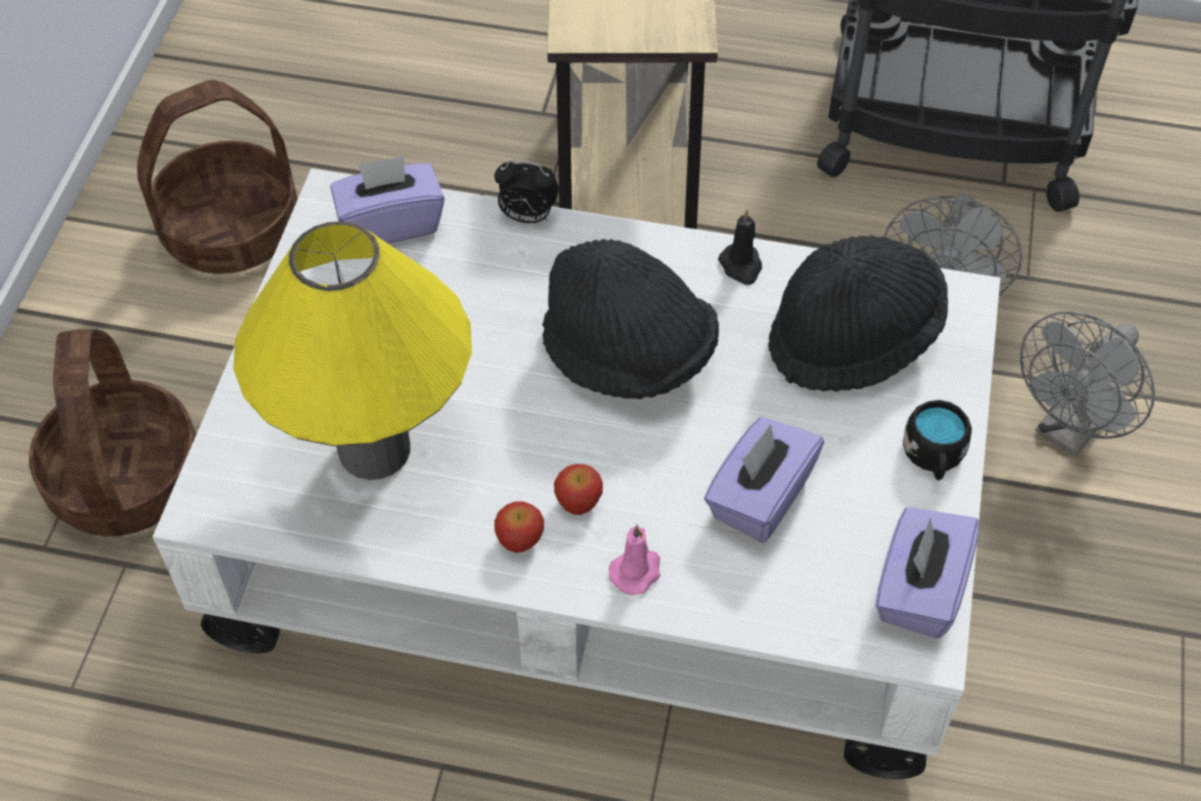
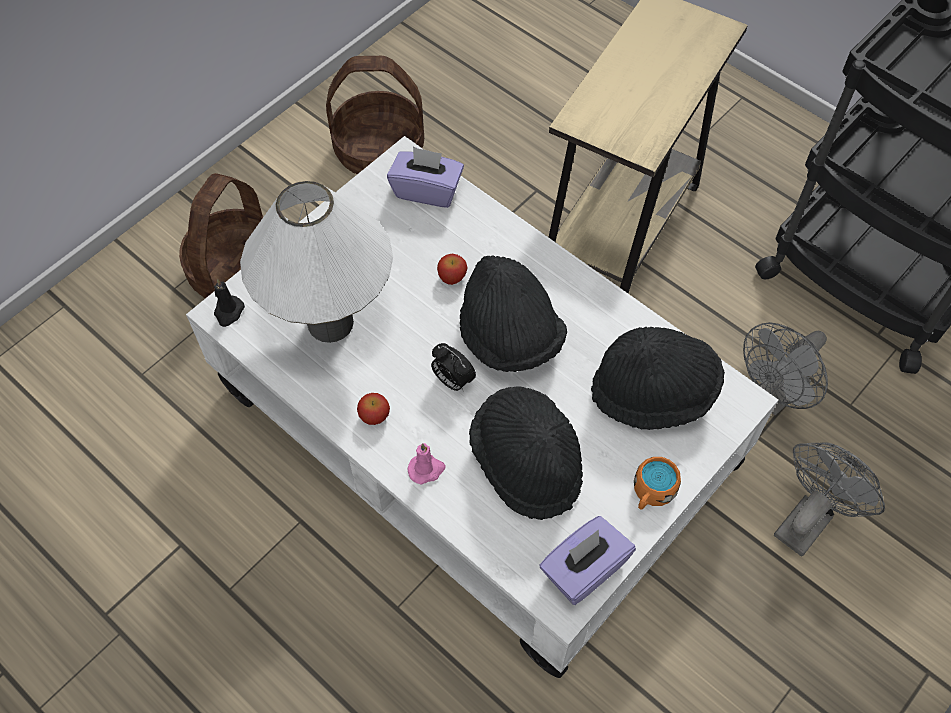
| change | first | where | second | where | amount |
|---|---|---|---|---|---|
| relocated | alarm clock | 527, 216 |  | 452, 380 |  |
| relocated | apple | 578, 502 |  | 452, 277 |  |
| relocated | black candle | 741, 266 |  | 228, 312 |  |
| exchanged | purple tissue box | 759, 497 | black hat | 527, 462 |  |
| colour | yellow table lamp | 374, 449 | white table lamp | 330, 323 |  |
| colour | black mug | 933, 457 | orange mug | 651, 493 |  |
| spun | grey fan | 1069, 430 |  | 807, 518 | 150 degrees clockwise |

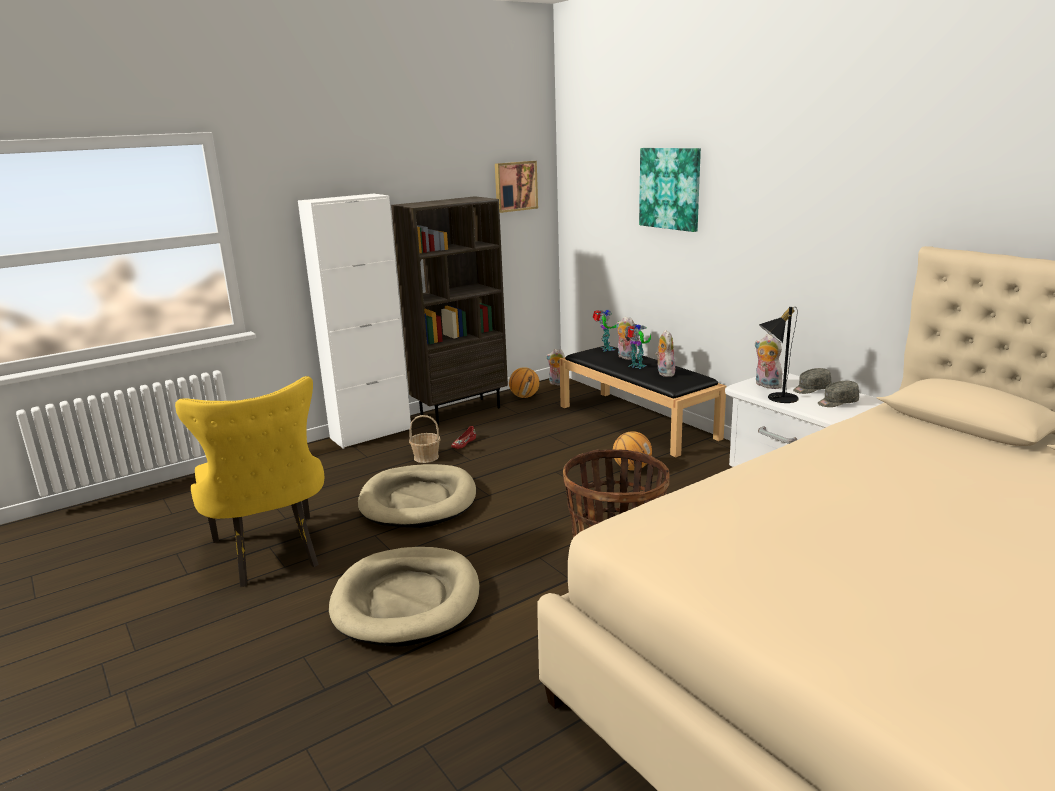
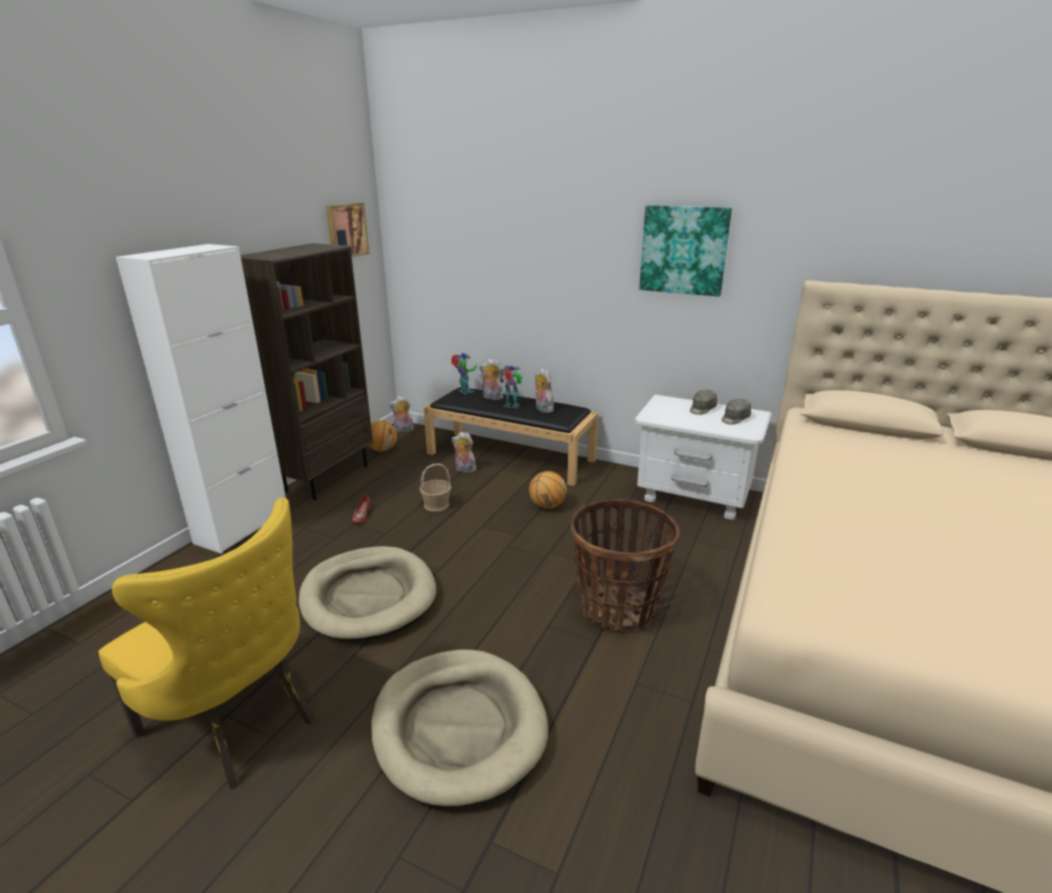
| change | first | where | second | where | amount |
|---|---|---|---|---|---|
| missing | black table lamp | 776, 397 |  |  |  |
| relocated | basket | 426, 457 |  | 436, 505 |  |
| relocated | picture | 670, 188 |  | 684, 250 |  |
| relocated | plush toy | 766, 385 |  | 464, 470 |  |

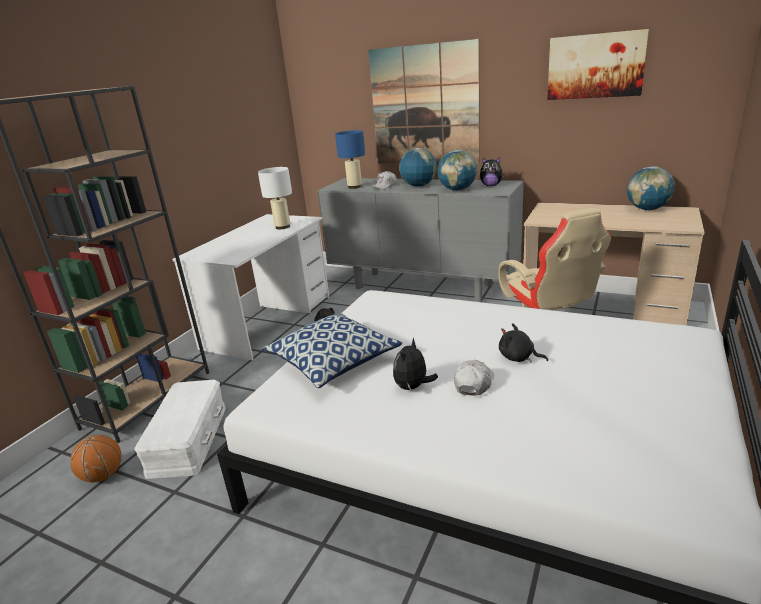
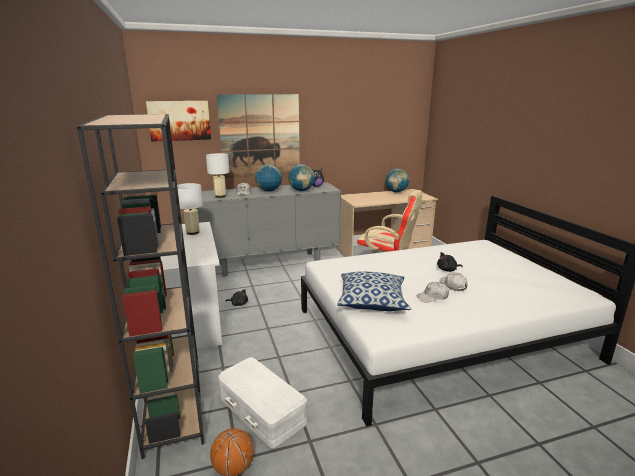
| change | first | where | second | where | amount |
|---|---|---|---|---|---|
| relocated | picture | 595, 66 |  | 179, 120 |  |
| exchanged | plush toy | 413, 387 | white cap | 432, 297 |  |
| colour | blue table lamp | 354, 187 | white table lamp | 220, 196 |  |

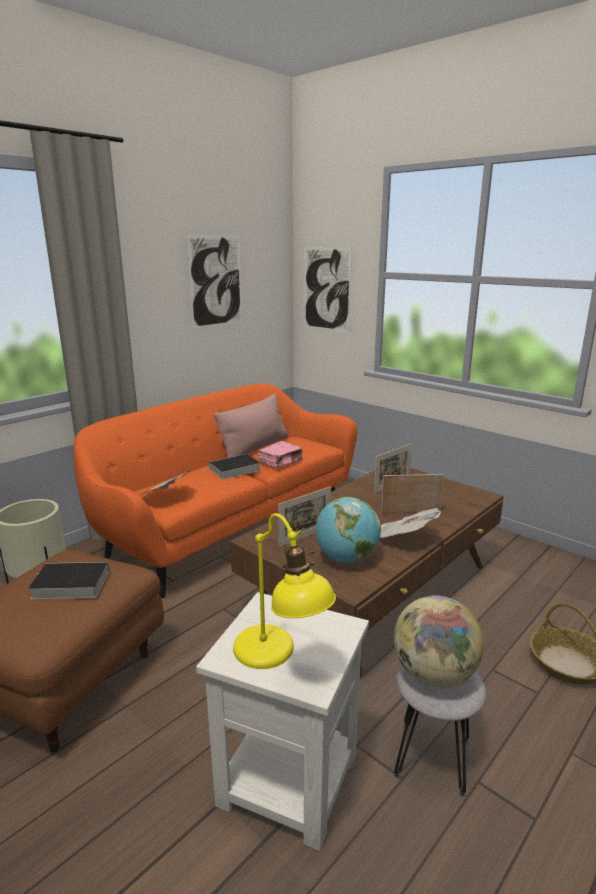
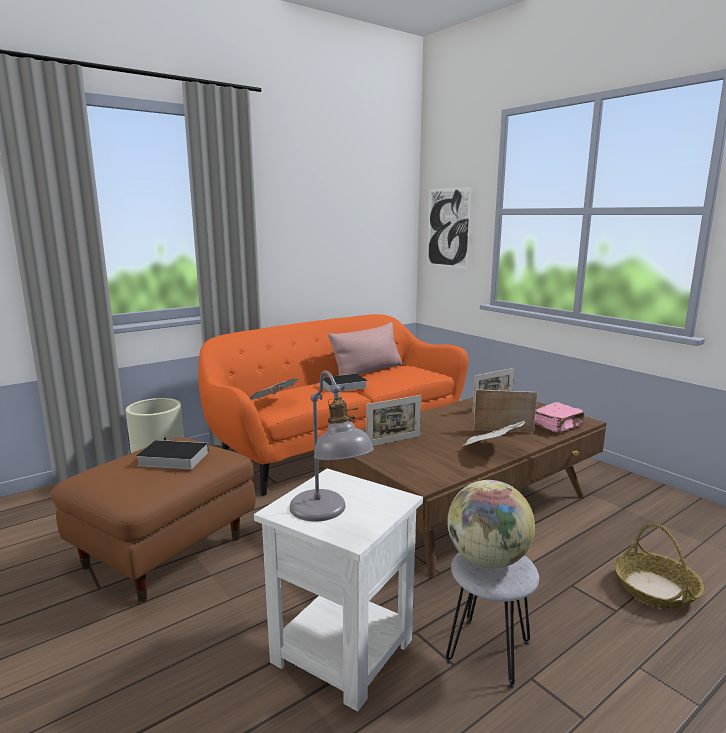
| change | first | where | second | where | amount |
|---|---|---|---|---|---|
| missing | picture | 215, 281 |  |  |  |
| missing | globe | 346, 559 |  |  |  |
| relocated | pink book | 281, 461 |  | 557, 426 |  |
| colour | yellow table lamp | 281, 661 | grey table lamp | 330, 517 |  |

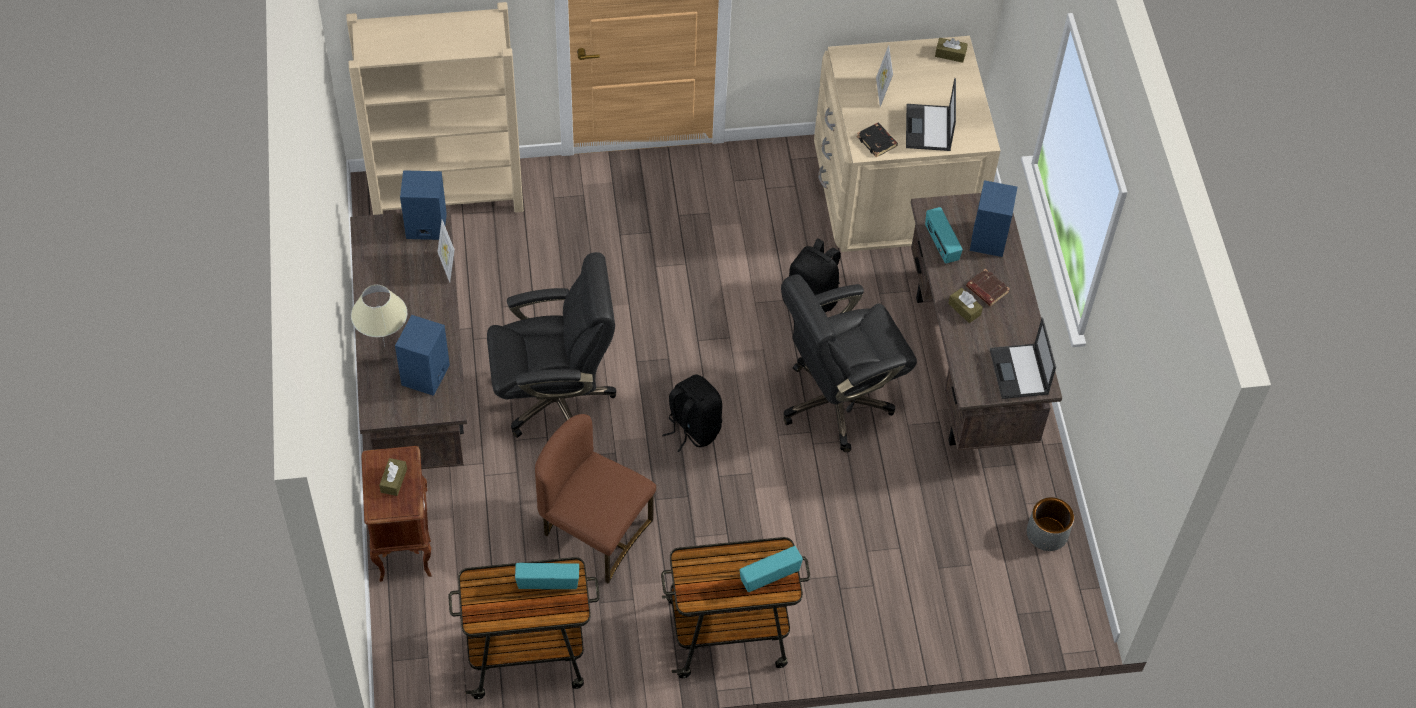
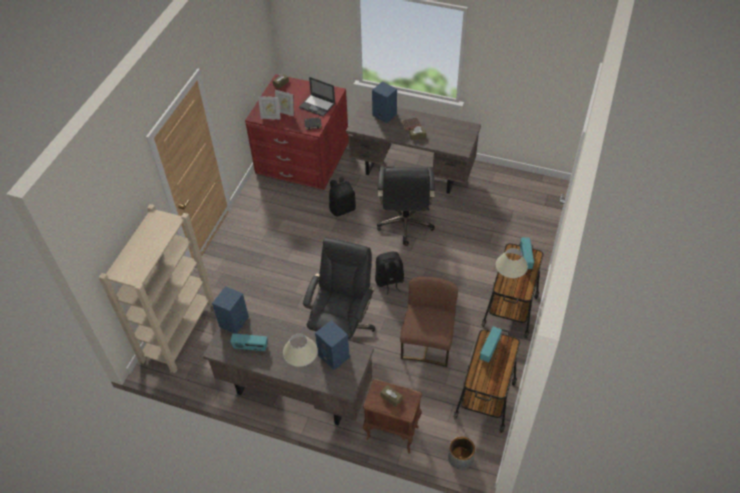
| change | first | where | second | where | amount |
|---|---|---|---|---|---|
| missing | laptop | 1019, 372 |  |  |  |
| appeared |  |  | beige table lamp | 507, 284 |  |
| relocated | picture frame | 447, 266 |  | 270, 117 |  |
| relocated | radio | 941, 245 |  | 250, 347 |  |
| relocated | grey planter | 1047, 534 |  | 460, 458 |  |
| colour | beige dresser | 895, 188 | red dresser | 302, 158 |  |
| spun | brown chair | 595, 532 |  | 427, 343 | 135 degrees clockwise |

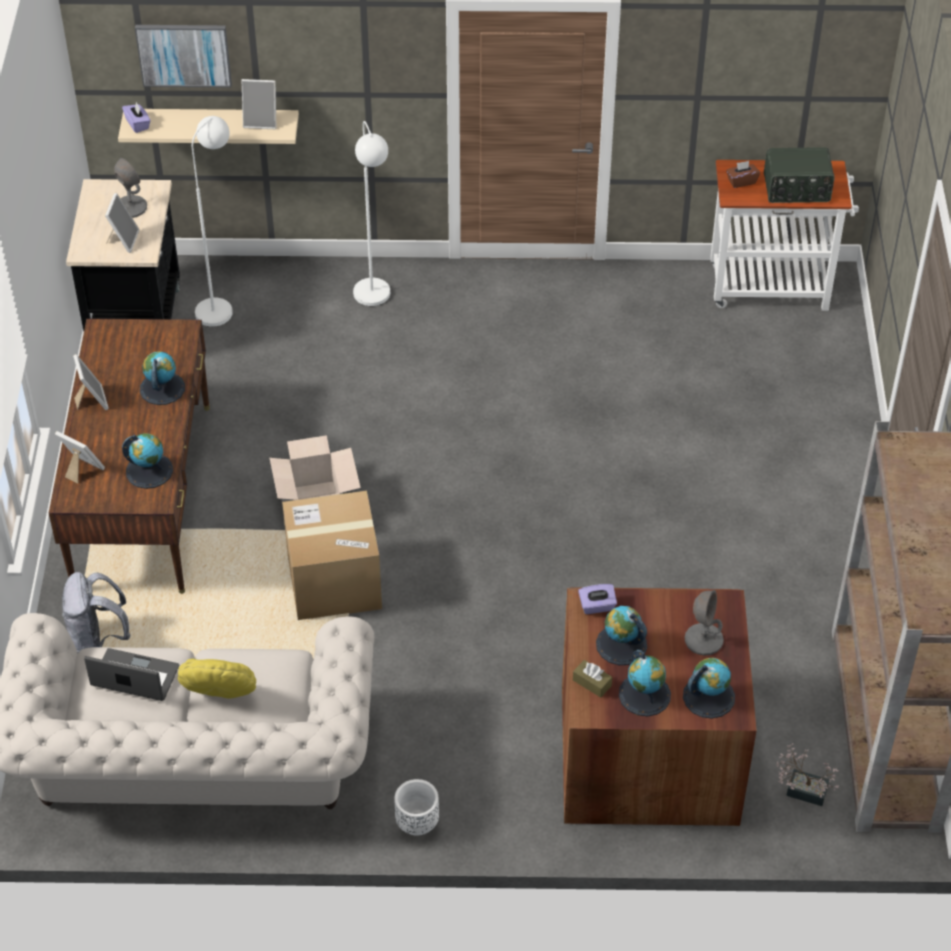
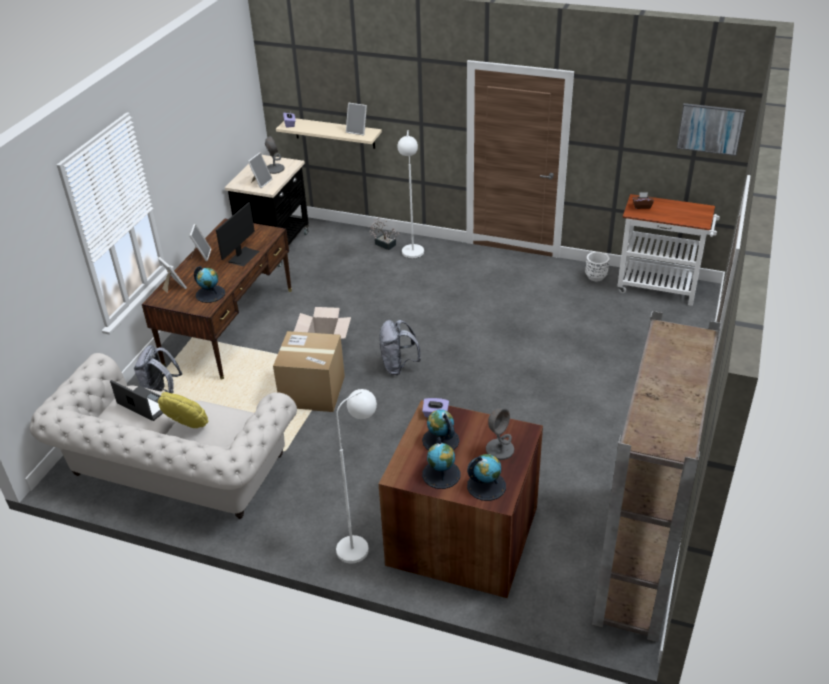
| change | first | where | second | where | amount |
|---|---|---|---|---|---|
| missing | brown tissue box | 592, 683 |  |  |  |
| missing | radio | 796, 189 |  |  |  |
| appeared |  |  | grey backpack | 398, 366 |  |
| relocated | picture | 184, 54 |  | 710, 128 |  |
| relocated | white floor lamp | 221, 306 |  | 360, 545 |  |
| relocated | white planter | 417, 822 |  | 595, 277 |  |
| relocated | potted plant | 802, 789 |  | 383, 243 |  |
| exchanged | globe | 162, 388 | monitor | 243, 256 |  |

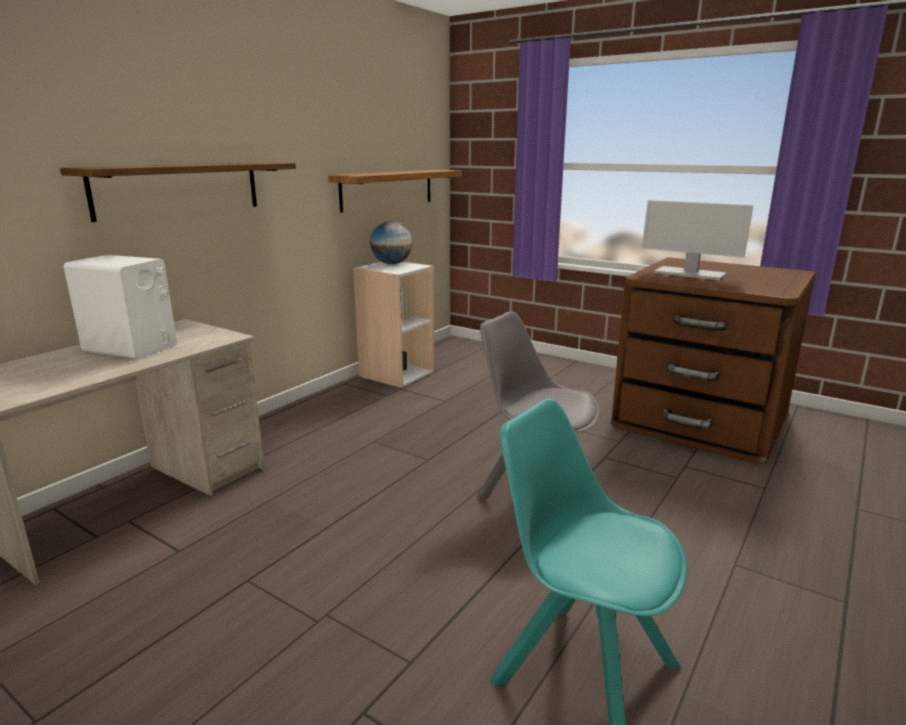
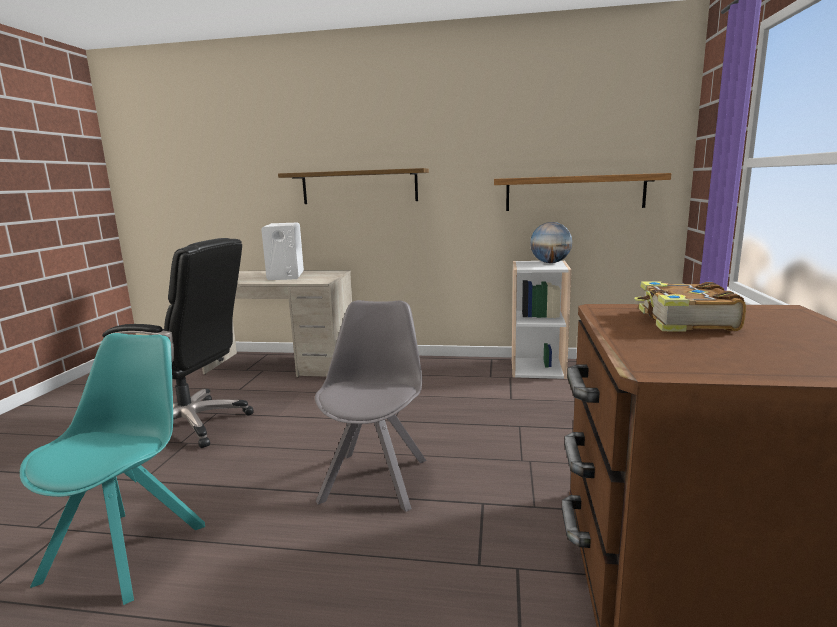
| change | first | where | second | where | amount |
|---|---|---|---|---|---|
| appeared |  |  | black office chair | 190, 424 |  |
| exchanged | monitor | 689, 274 | book | 684, 321 |  |

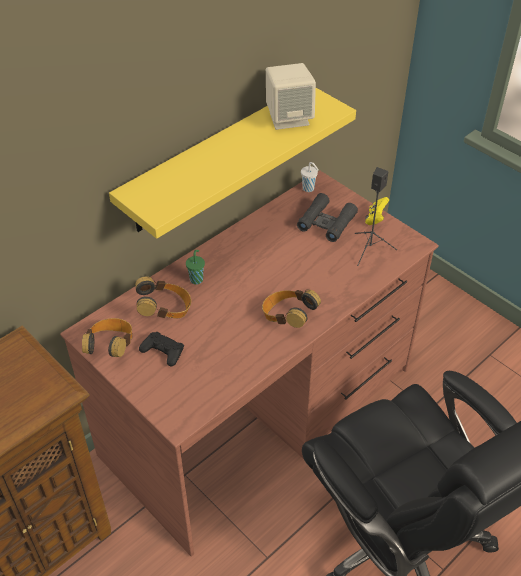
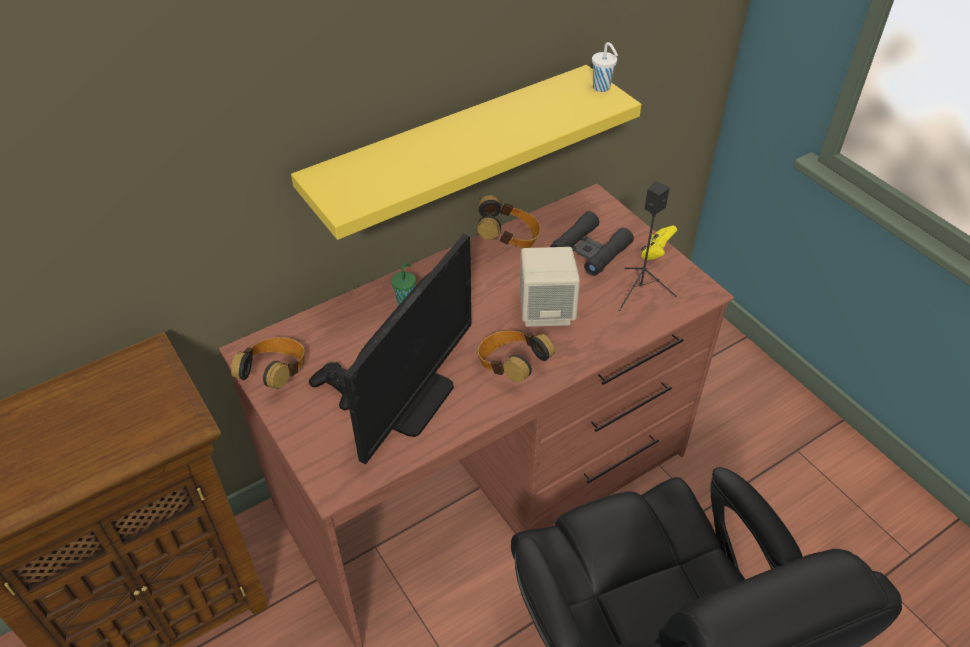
| change | first | where | second | where | amount |
|---|---|---|---|---|---|
| appeared |  |  | monitor | 414, 401 |  |
| relocated | headphones | 165, 310 |  | 509, 239 |  |
| relocated | beige speaker | 289, 118 |  | 546, 311 |  |
| relocated | white cup | 309, 189 |  | 602, 88 |  |

